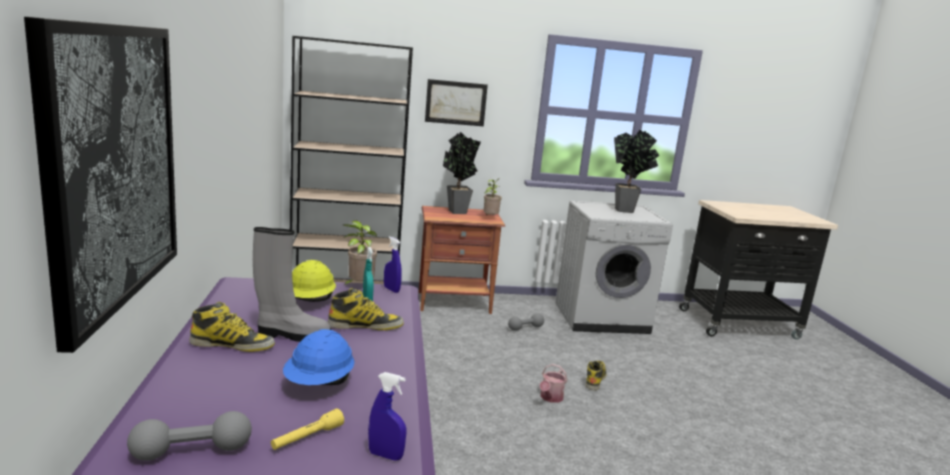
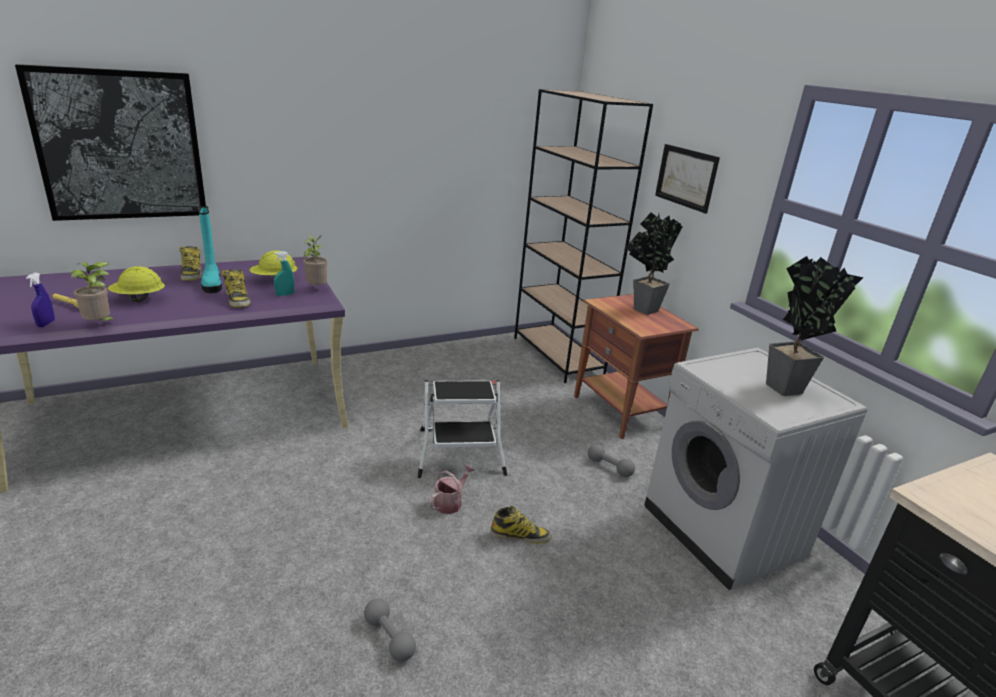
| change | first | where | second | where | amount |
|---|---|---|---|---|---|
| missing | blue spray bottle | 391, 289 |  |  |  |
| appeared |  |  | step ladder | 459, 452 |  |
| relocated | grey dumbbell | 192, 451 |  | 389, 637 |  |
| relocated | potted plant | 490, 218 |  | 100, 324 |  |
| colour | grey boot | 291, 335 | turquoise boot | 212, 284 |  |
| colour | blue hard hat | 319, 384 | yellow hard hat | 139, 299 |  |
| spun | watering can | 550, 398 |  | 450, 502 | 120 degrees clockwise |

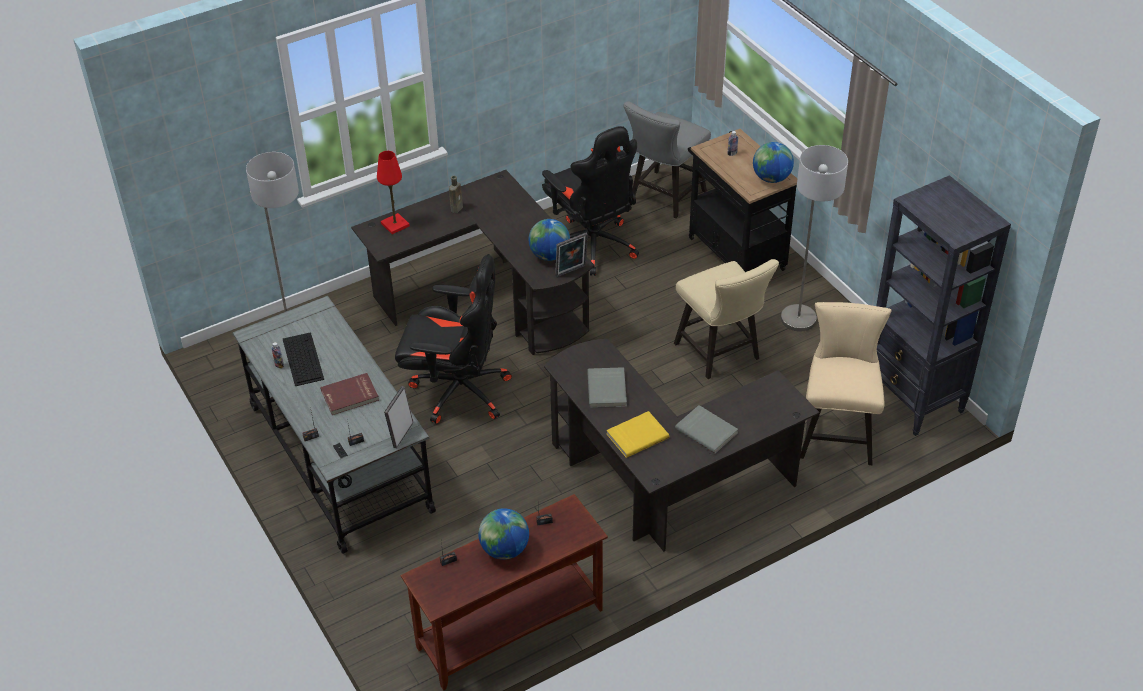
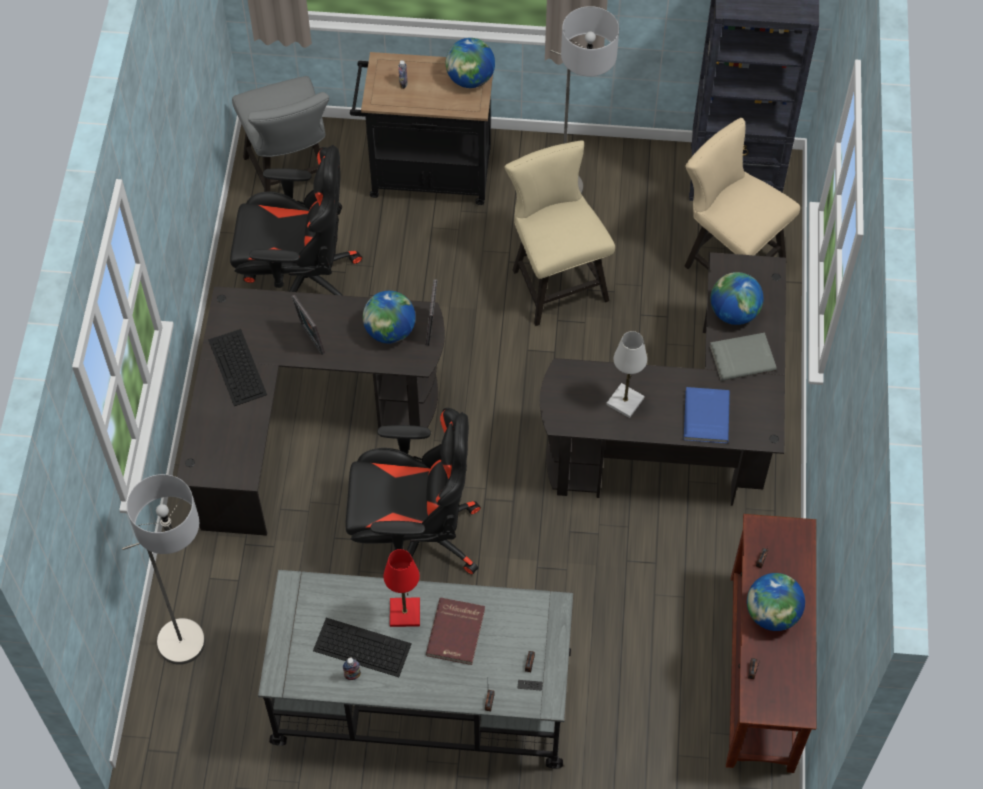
| change | first | where | second | where | amount |
|---|---|---|---|---|---|
| appeared |  |  | globe | 733, 312 |  |
| relocated | red table lamp | 395, 225 |  | 405, 613 |  |
| relocated | picture frame | 401, 434 |  | 310, 340 |  |
| exchanged | brown bottle | 457, 208 | keyboard | 238, 367 |  |
| exchanged | grey book | 608, 389 | white table lamp | 625, 401 |  |
| colour | yellow book | 637, 435 | blue book | 705, 416 |  |
| spun | black office chair | 453, 391 |  | 412, 537 | 45 degrees clockwise |
| spun | beige chair | 721, 354 |  | 555, 280 | 120 degrees counterclockwise |

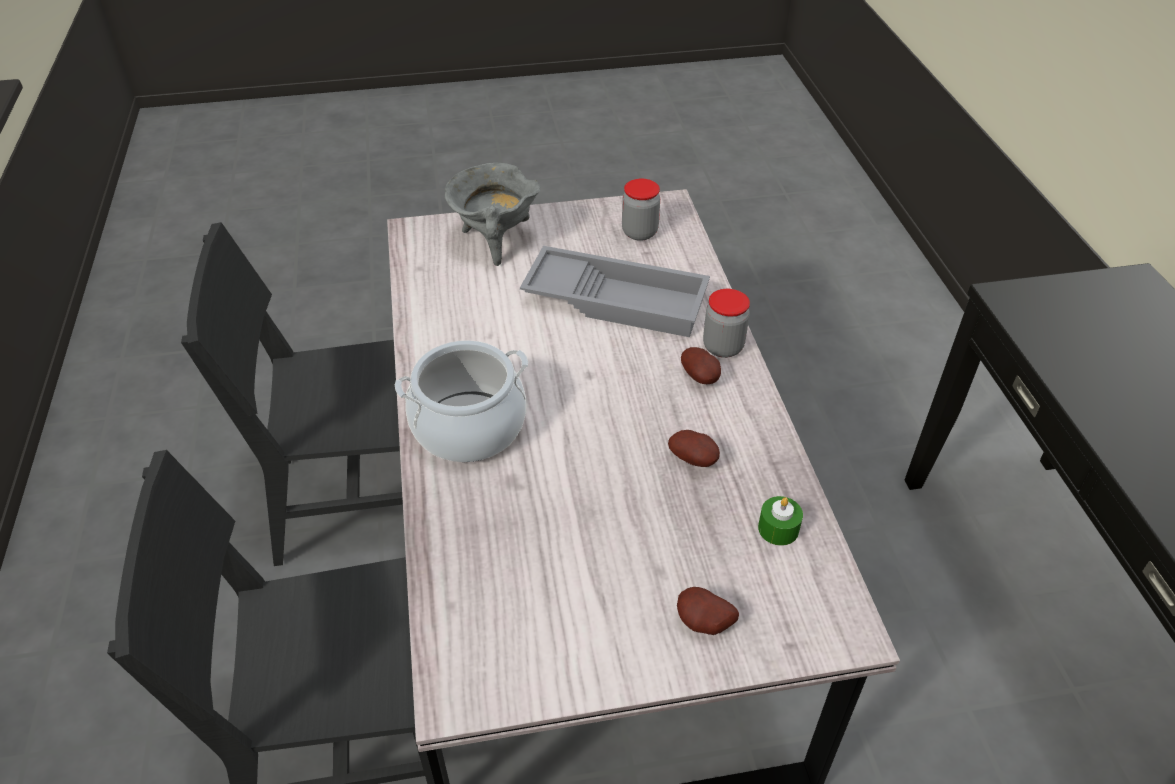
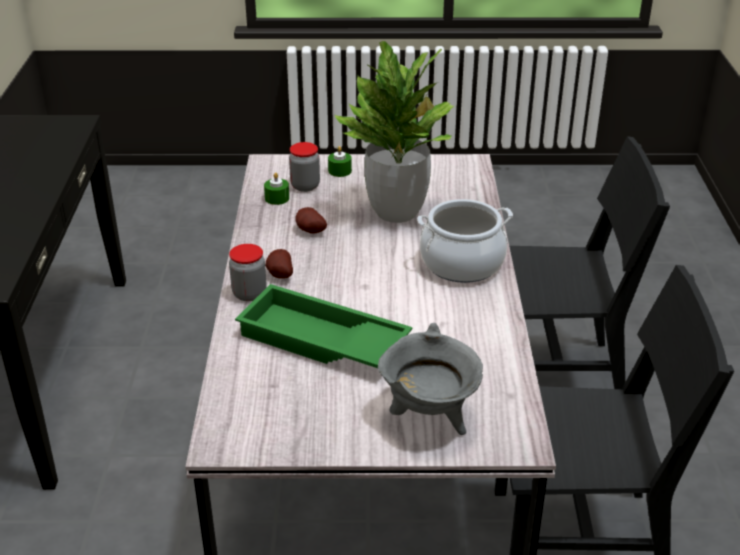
| change | first | where | second | where | amount |
|---|---|---|---|---|---|
| appeared |  |  | potted plant | 397, 212 |  |
| relocated | jar | 639, 232 |  | 305, 186 |  |
| exchanged | potato | 703, 625 | green candle | 340, 171 |  |
| colour | grey tray | 617, 299 | green tray | 320, 341 |  |

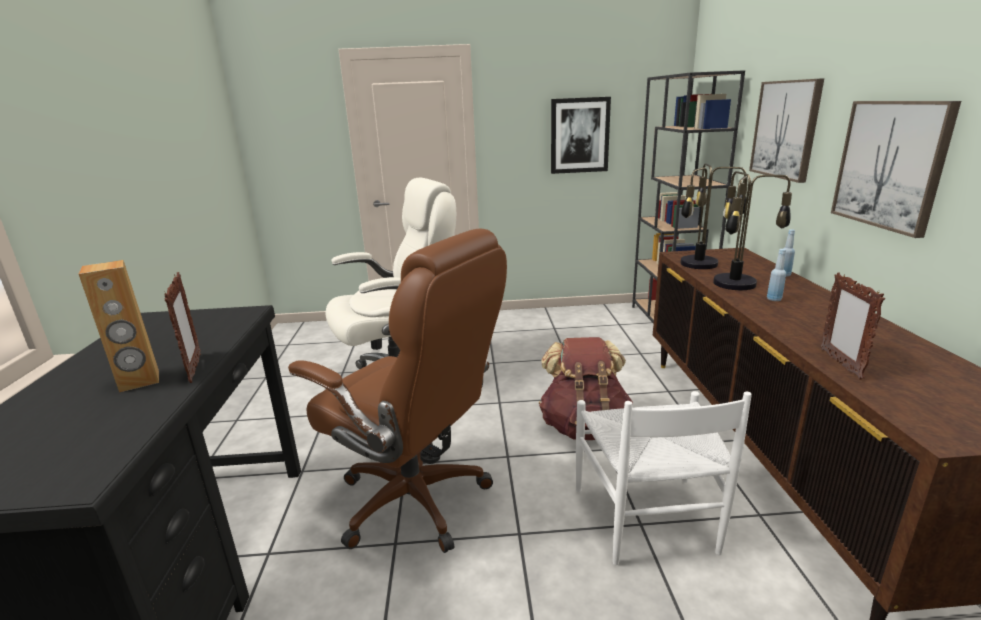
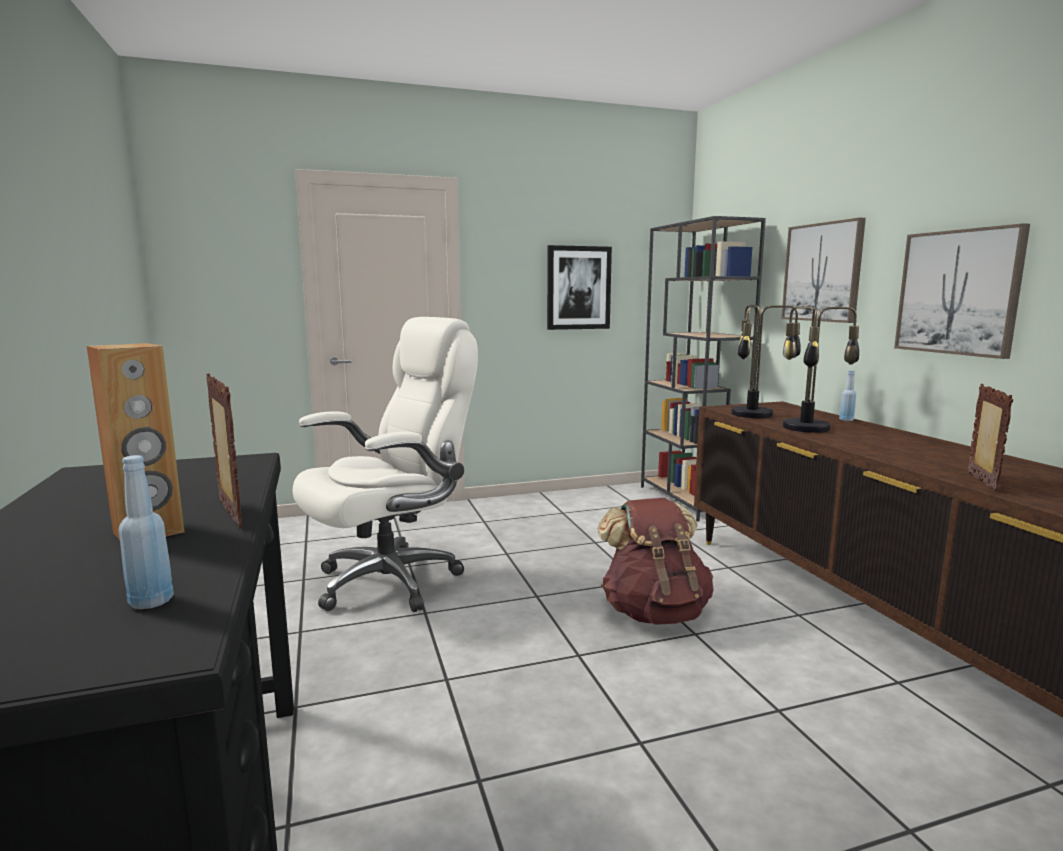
| change | first | where | second | where | amount |
|---|---|---|---|---|---|
| missing | brown office chair | 416, 501 |  |  |  |
| missing | white chair | 648, 520 |  |  |  |
| relocated | blue bottle | 774, 299 |  | 151, 602 |  |
| spun | picture frame | 840, 364 |  | 981, 482 | 150 degrees counterclockwise |

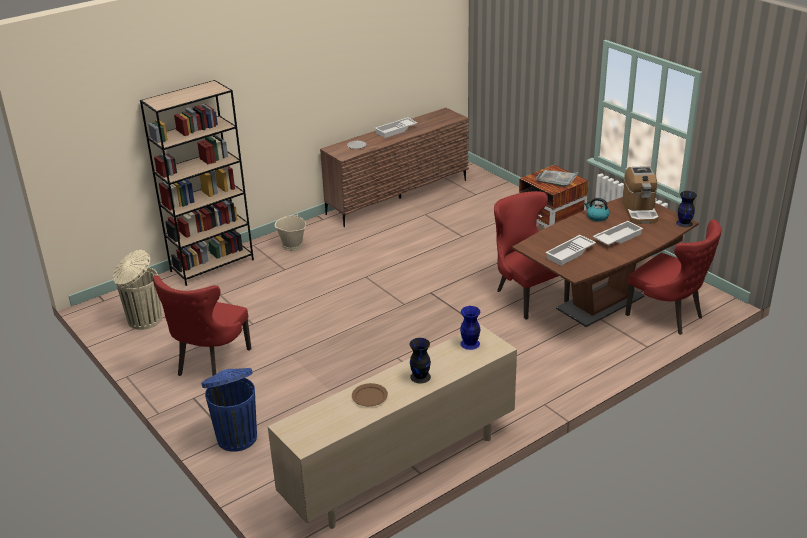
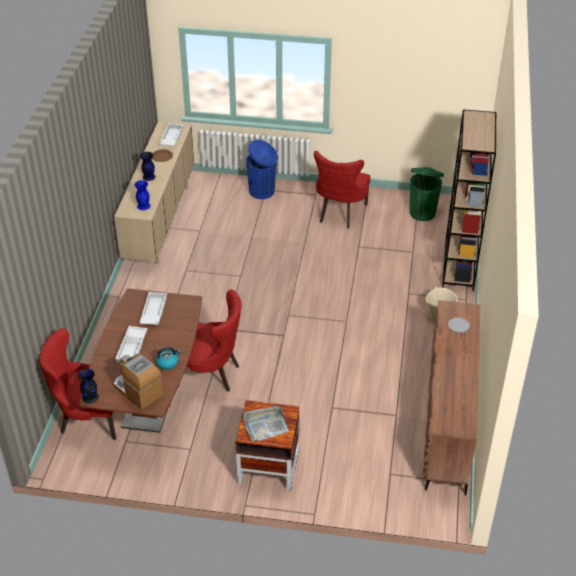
| change | first | where | second | where | amount |
|---|---|---|---|---|---|
| relocated | white tray | 396, 130 |  | 171, 138 |  |
| colour | beige trash can | 143, 320 | green trash can | 422, 212 |  |
| spun | red chair | 210, 363 |  | 340, 213 | 135 degrees counterclockwise |

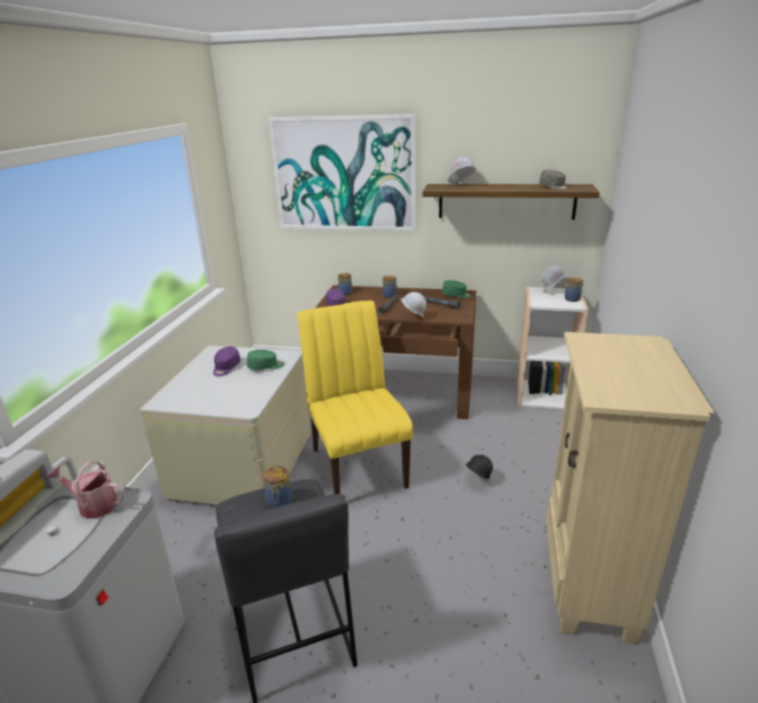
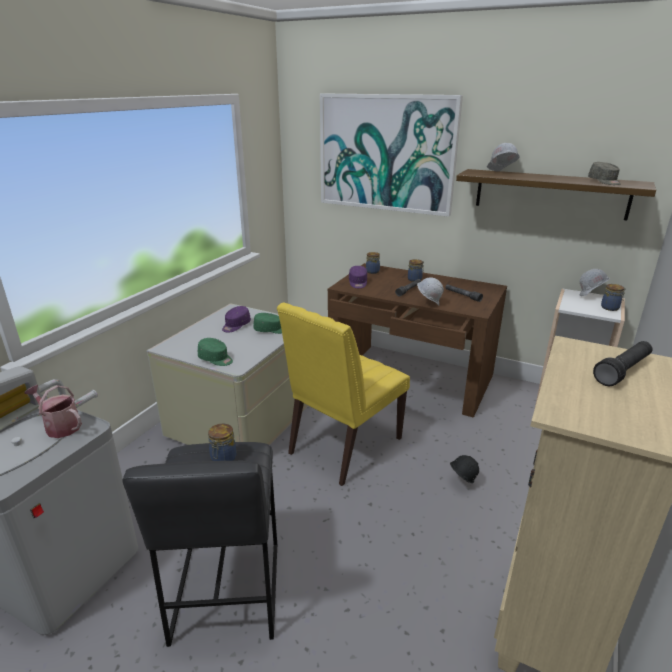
| change | first | where | second | where | amount |
|---|---|---|---|---|---|
| appeared |  |  | black flashlight | 623, 371 |  |
| relocated | green cap | 456, 295 |  | 216, 359 |  |
| spun | yellow chair | 358, 468 |  | 345, 445 | 135 degrees counterclockwise |

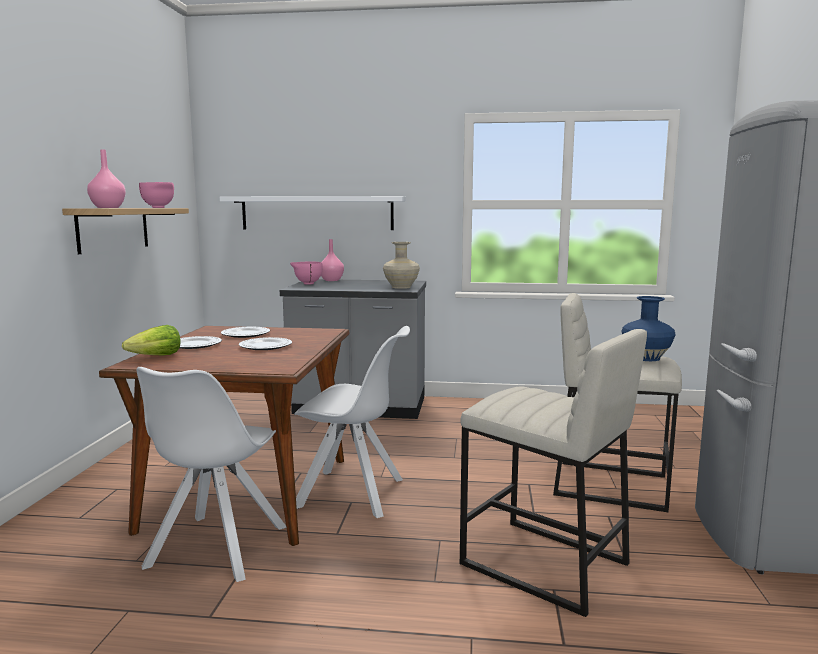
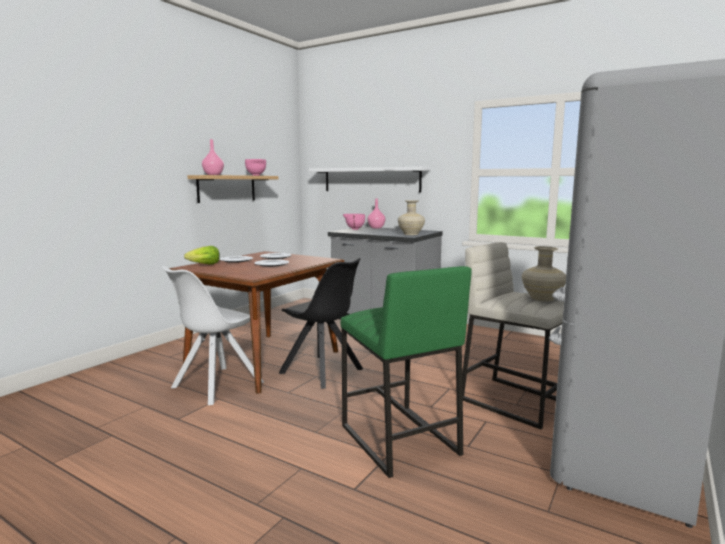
| change | first | where | second | where | amount |
|---|---|---|---|---|---|
| colour | white chair | 353, 493 | black chair | 322, 372 |  |
| colour | beige stool | 544, 563 | green stool | 399, 439 |  |
| colour | blue vase | 646, 358 | beige vase | 542, 298 |  |

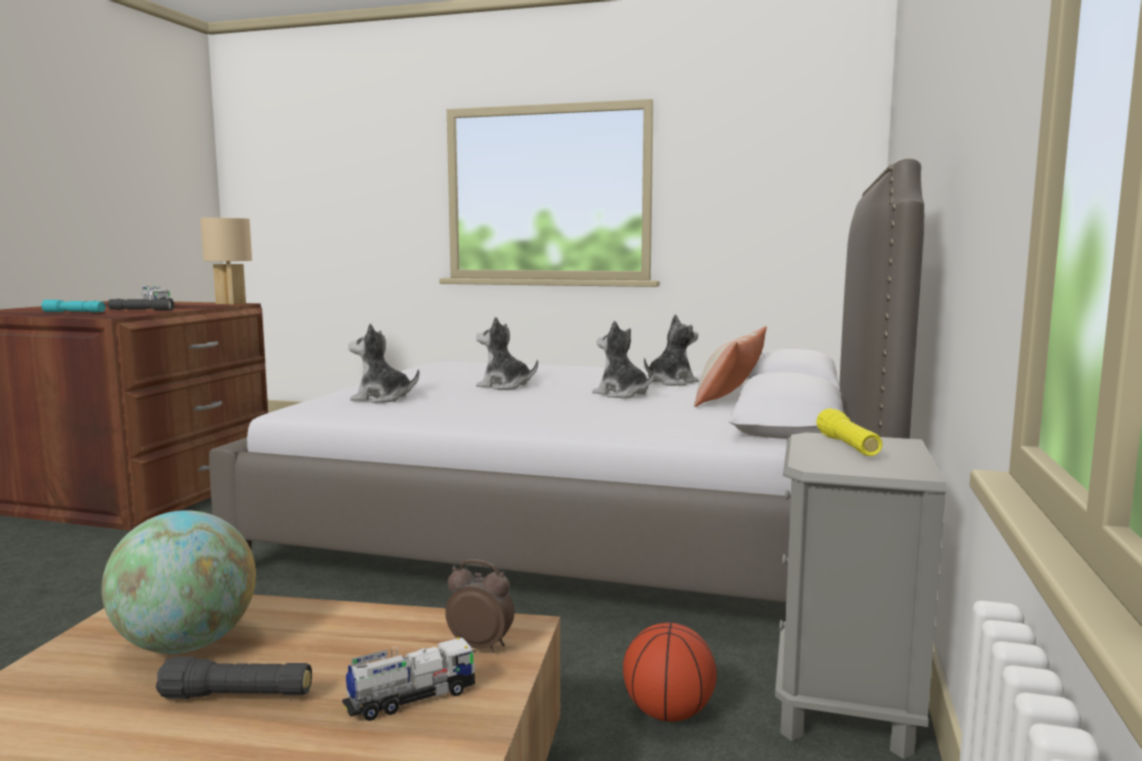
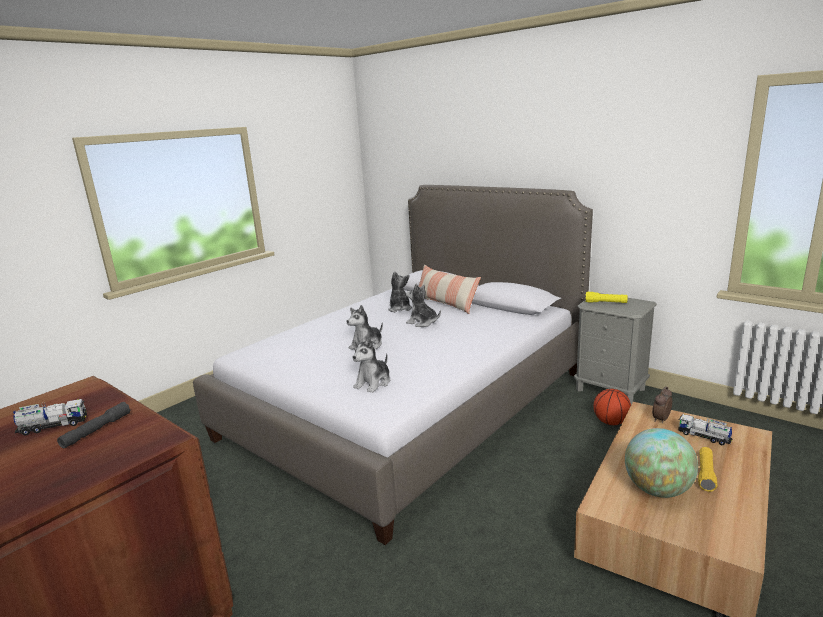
| change | first | where | second | where | amount |
|---|---|---|---|---|---|
| missing | turquoise flashlight | 74, 312 |  |  |  |
| missing | beige table lamp | 231, 303 |  |  |  |
| colour | black flashlight | 237, 696 | yellow flashlight | 705, 474 |  |
| spun | toy truck | 411, 699 |  | 704, 437 | 45 degrees counterclockwise |
| spun | plush toy | 622, 394 |  | 422, 322 | 60 degrees clockwise |

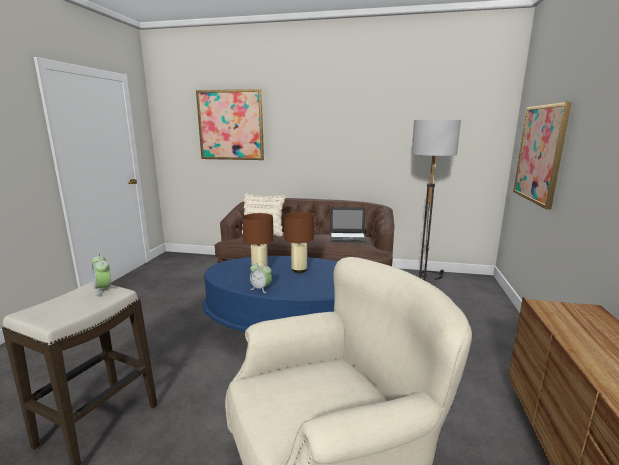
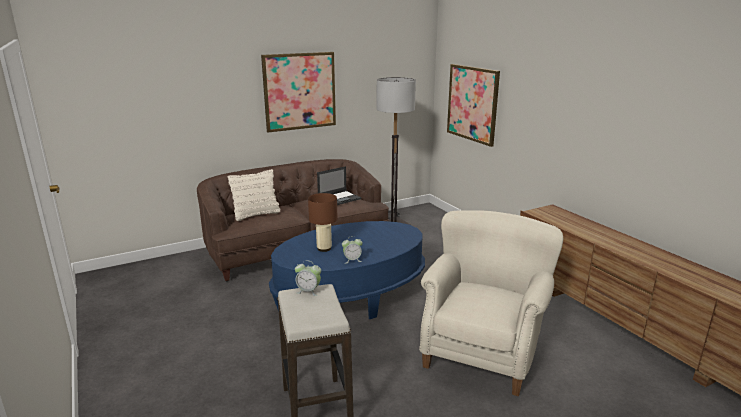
| change | first | where | second | where | amount |
|---|---|---|---|---|---|
| missing | brown table lamp | 299, 270 |  |  |  |
| relocated | picture | 230, 125 |  | 299, 91 |  |

